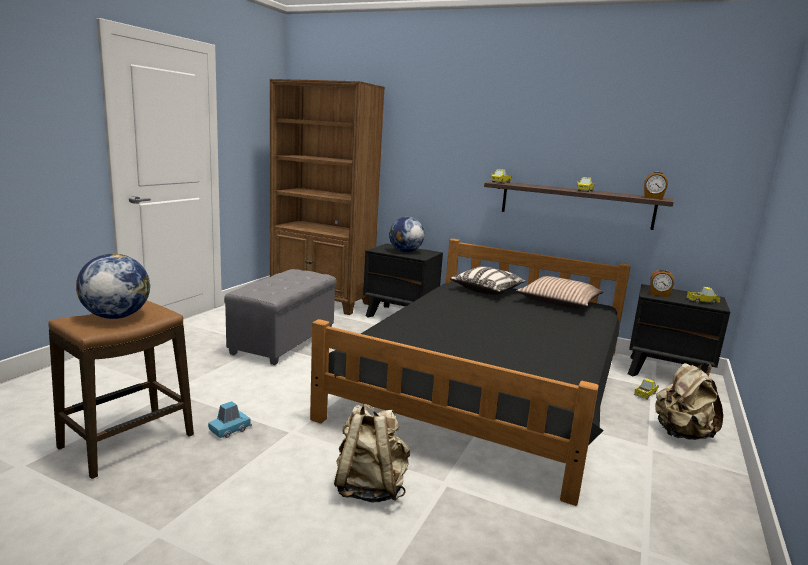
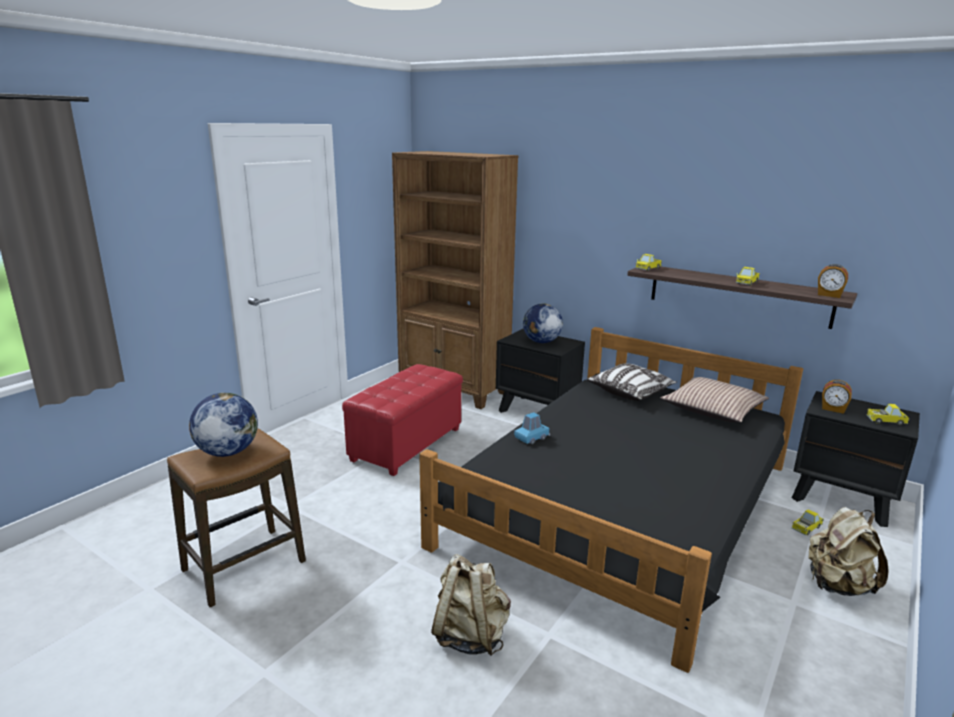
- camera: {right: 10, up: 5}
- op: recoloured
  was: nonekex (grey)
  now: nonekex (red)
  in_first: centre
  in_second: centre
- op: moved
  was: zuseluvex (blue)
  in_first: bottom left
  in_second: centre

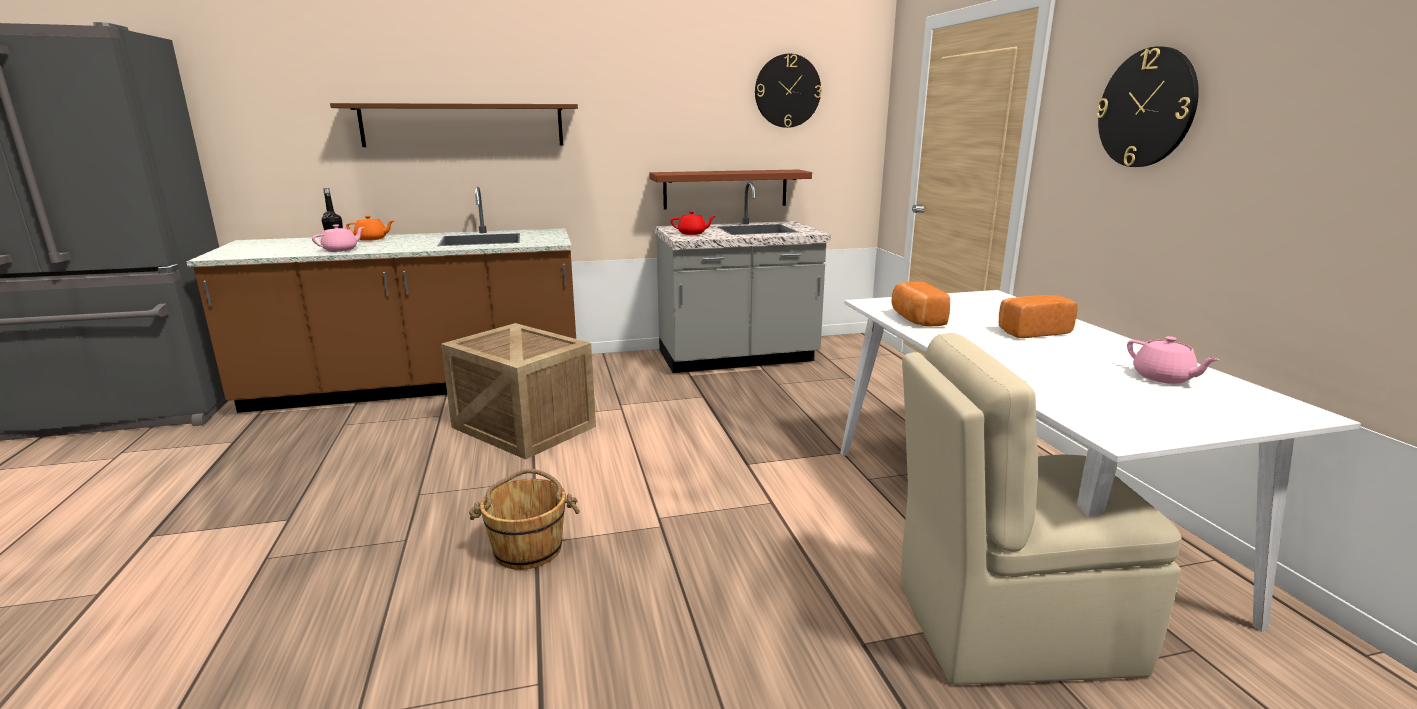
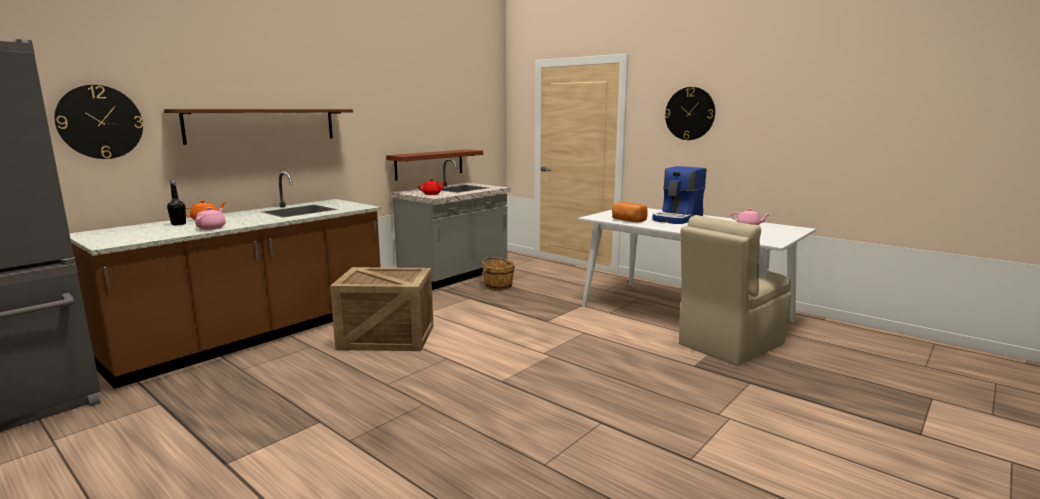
- camera: {right: -35, up: -5}
- op: moved
  was: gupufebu (1st from left)
  in_first: top centre
  in_second: top left
- op: replaced
  was: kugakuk (2nd from left)
  now: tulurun
  in_first: middle right
  in_second: centre
- op: moved
  was: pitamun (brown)
  in_first: bottom centre
  in_second: centre

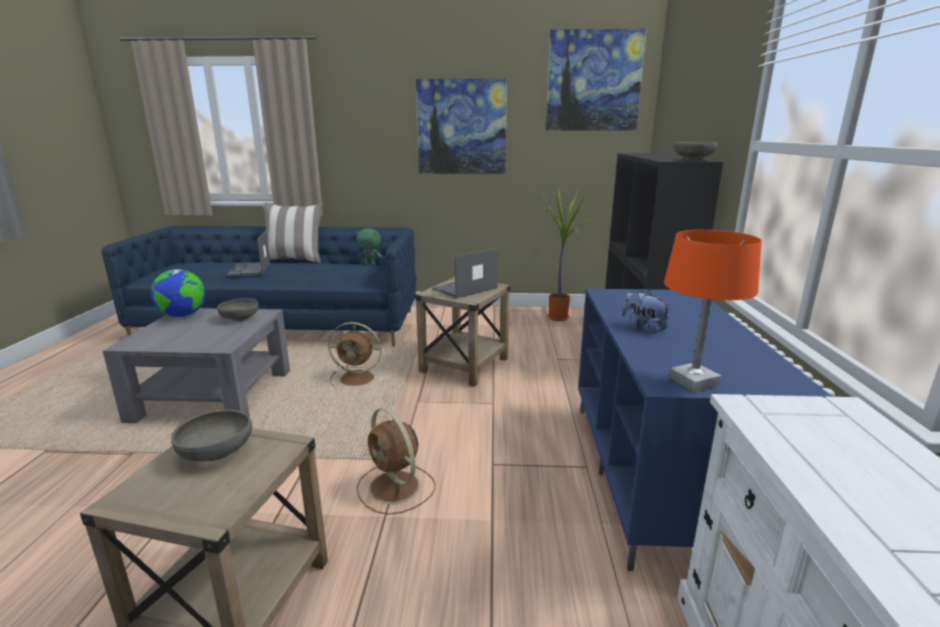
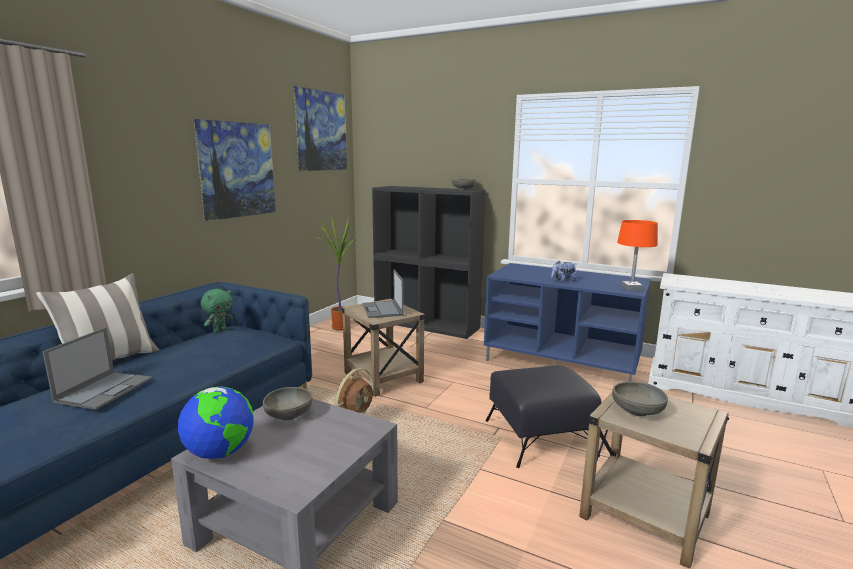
- camera: {right: -65, up: -5}
- op: turned
  was: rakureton (1st from left)
  in_first: middle left
  in_second: middle left
  clockwise: -90
- op: replaced
  was: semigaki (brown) (2nd from left)
  now: nonekex (black)
  in_first: bottom centre
  in_second: bottom centre

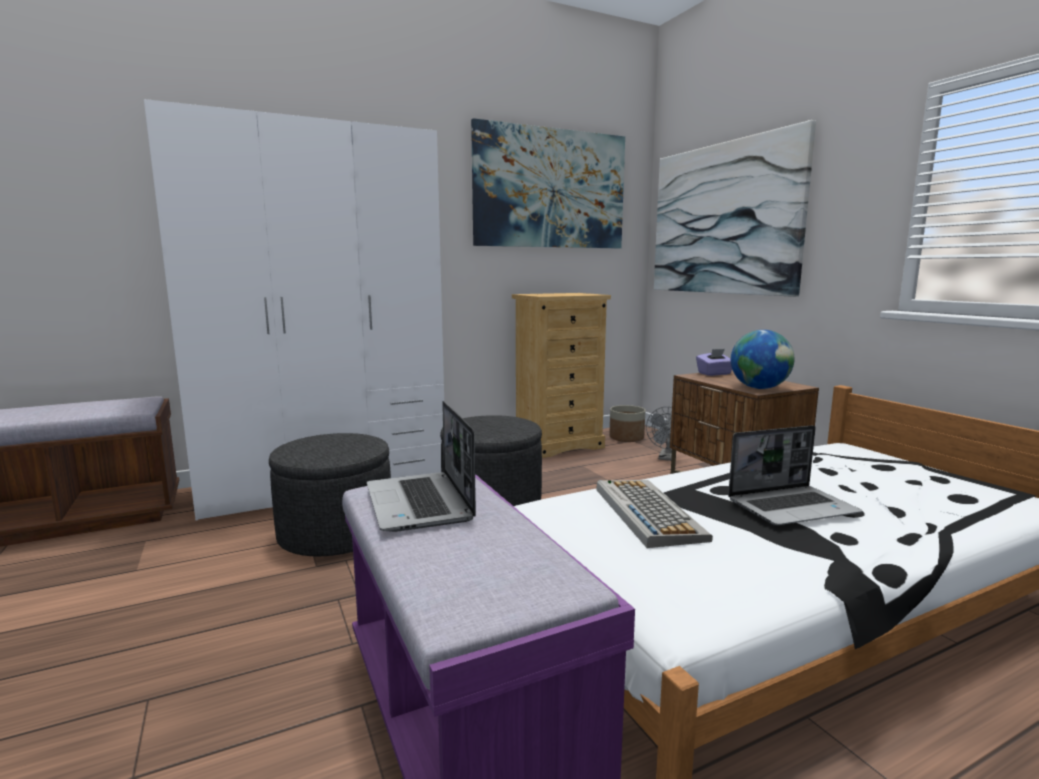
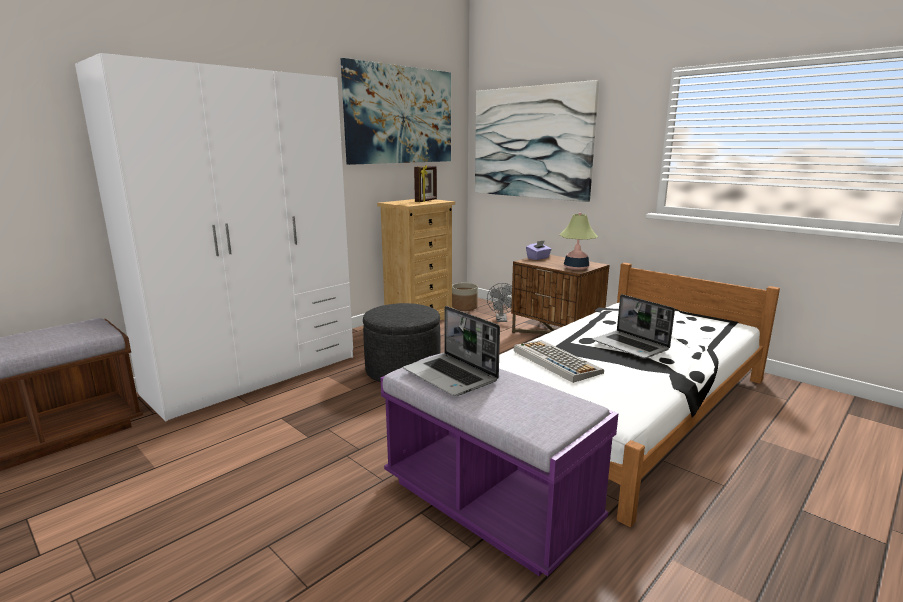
- camera: {right: -20, up: 5}
- op: replaced
  was: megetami
  now: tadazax
  in_first: middle right
  in_second: centre
- op: turned
  was: rakureton (2nd from left)
  in_first: middle right
  in_second: middle right
  clockwise: 90
- op: removed
  was: nonekex (grey) (1st from left)
  in_first: middle left
- op: added
  now: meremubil
  in_second: top centre

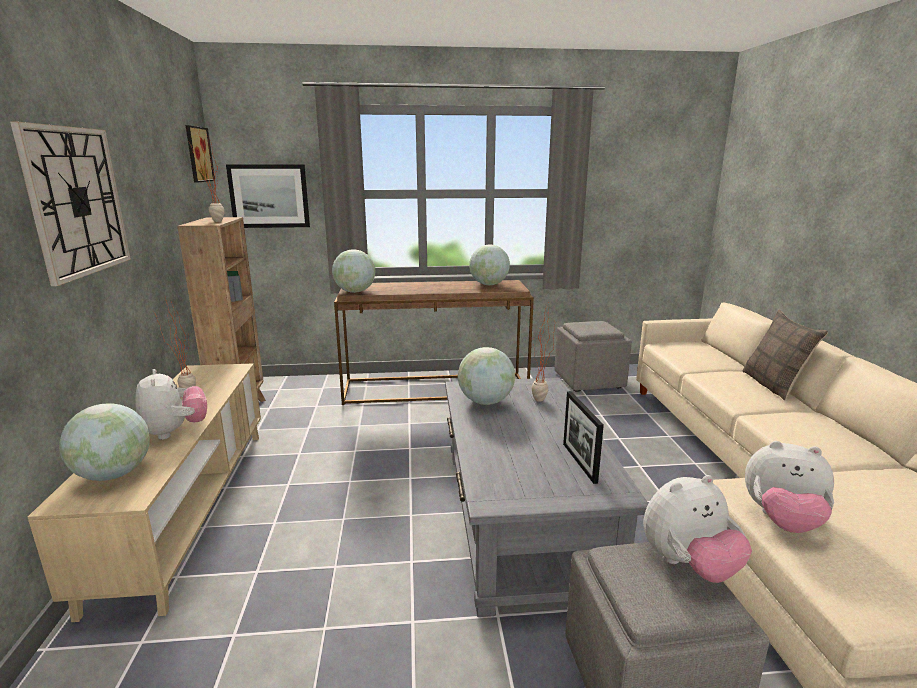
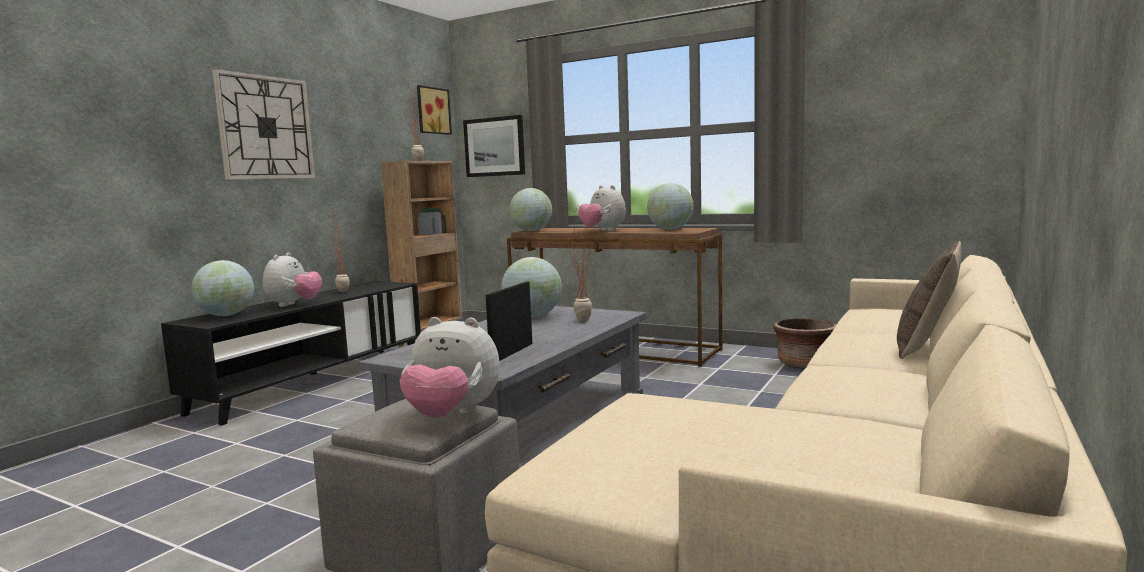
- camera: {right: 35, up: -10}
- op: replaced
  was: nonekex (grey) (1st from left)
  now: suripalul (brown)
  in_first: centre
  in_second: middle right
- op: recoloured
  was: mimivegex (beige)
  now: mimivegex (black)
  in_first: bottom left
  in_second: middle left
- op: moved
  was: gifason (3rd from left)
  in_first: bottom right
  in_second: centre

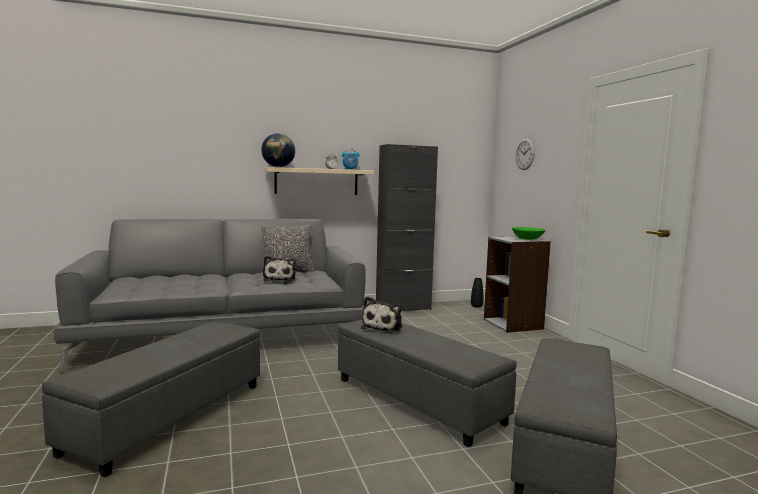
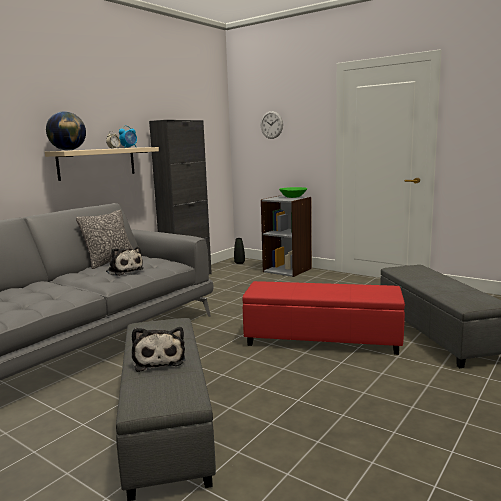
- camera: {right: -35, up: 5}
- op: moved
  was: gifason (2nd from left)
  in_first: centre
  in_second: bottom left
- op: recoloured
  was: nonekex (grey) (2nd from left)
  now: nonekex (red)
  in_first: bottom centre
  in_second: centre

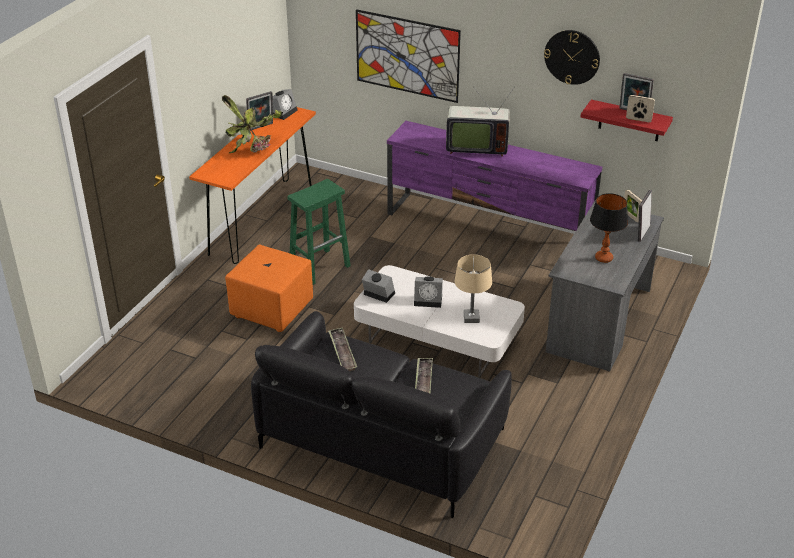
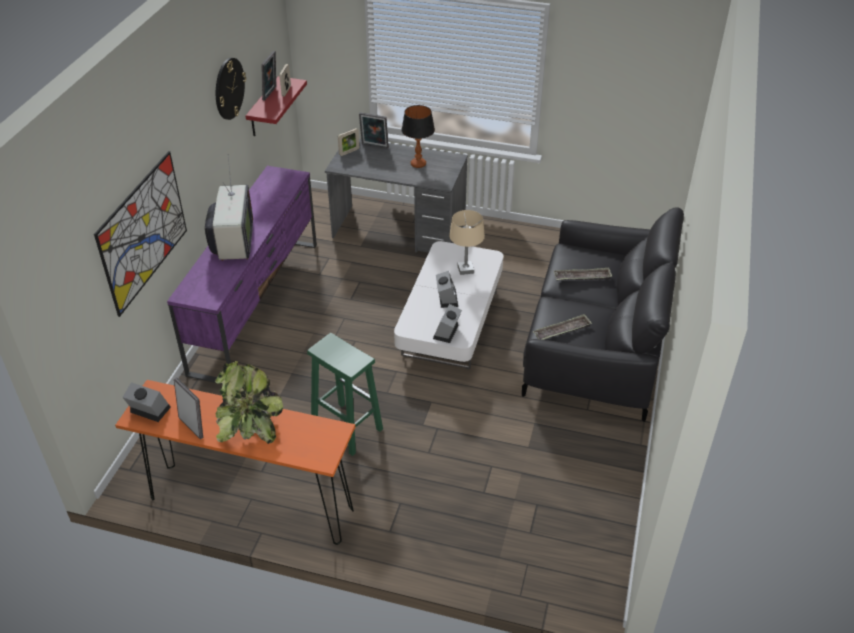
- camera: {right: -100, up: 5}
- op: removed
  was: nonekex (orange)
  in_first: centre

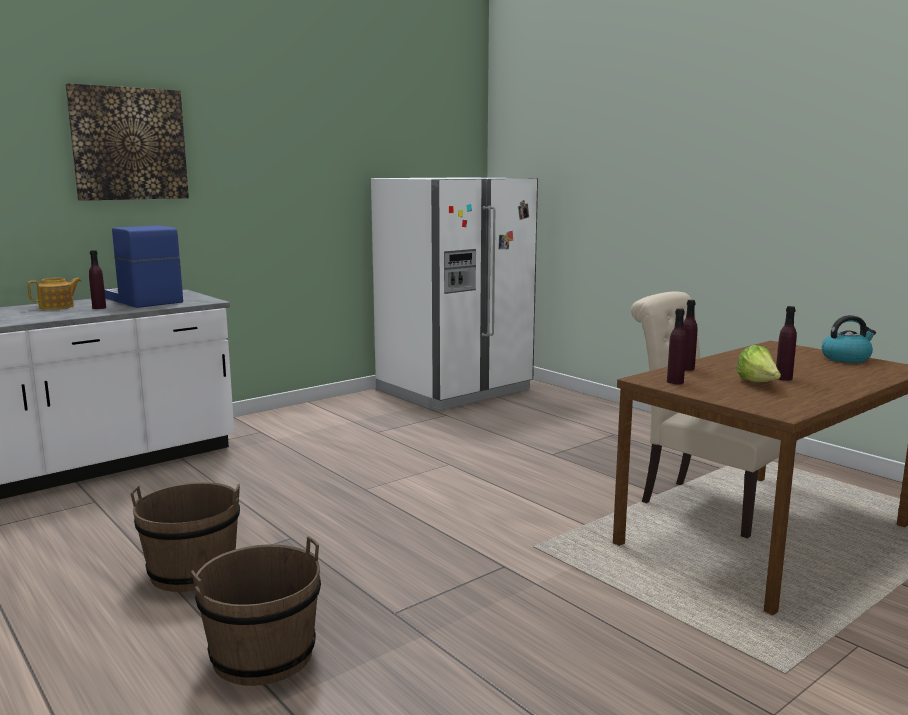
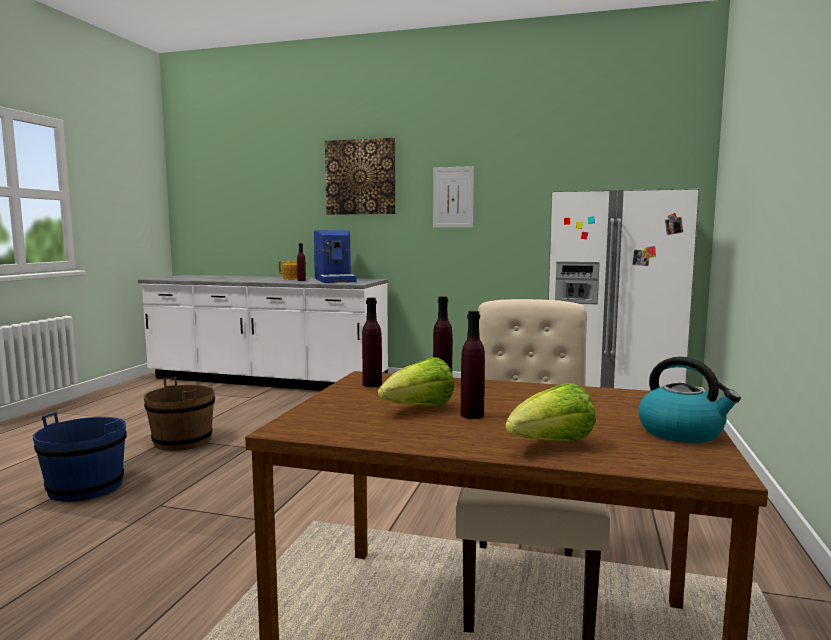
- camera: {right: 55, up: -5}
- op: turned
  was: tulurun
  in_first: middle left
  in_second: centre
  clockwise: 150
- op: recoloured
  was: pitamun (brown) (2nd from left)
  now: pitamun (blue)
  in_first: bottom left
  in_second: bottom left
- op: added
  now: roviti (2nd from left)
  in_second: top centre
- op: added
  now: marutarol (2nd from left)
  in_second: centre

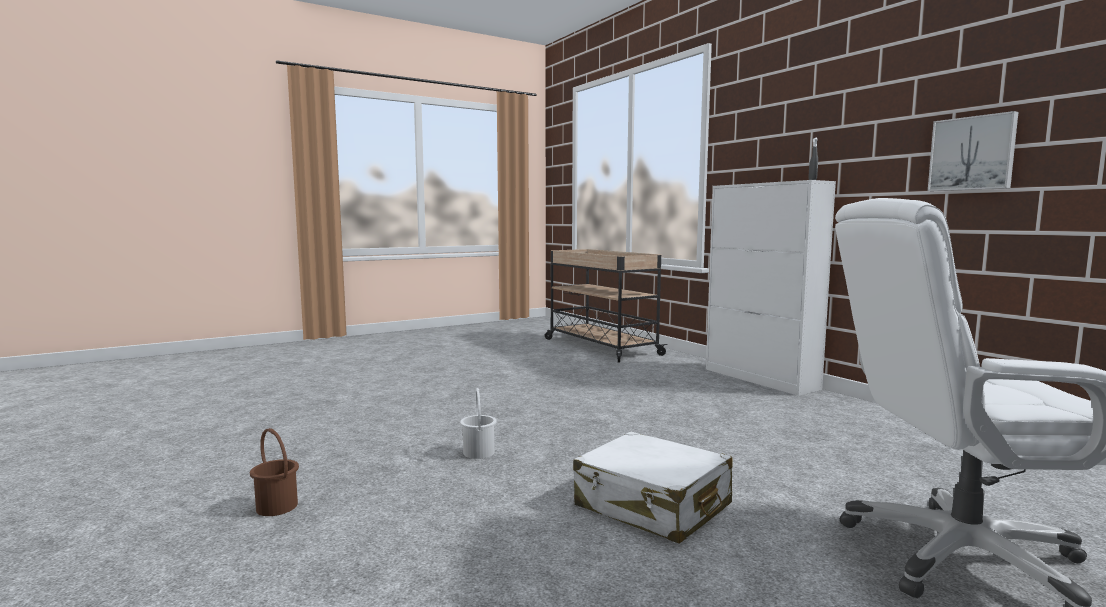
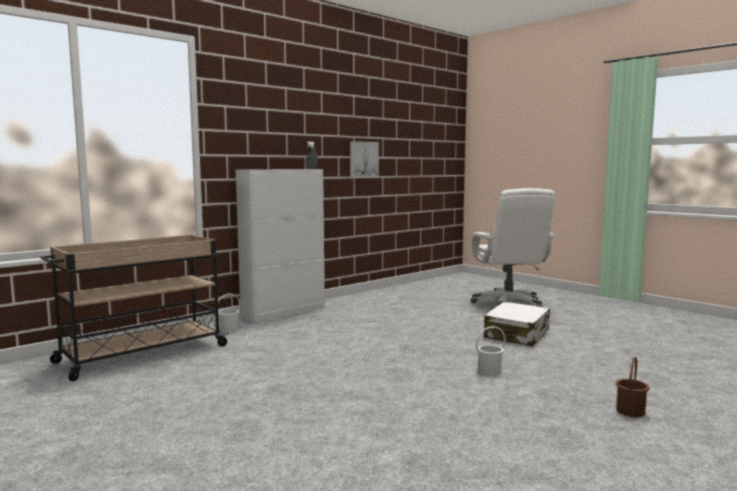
- camera: {right: -100, up: 0}
- op: added
  now: pitamun (white) (1st from left)
  in_second: middle left

